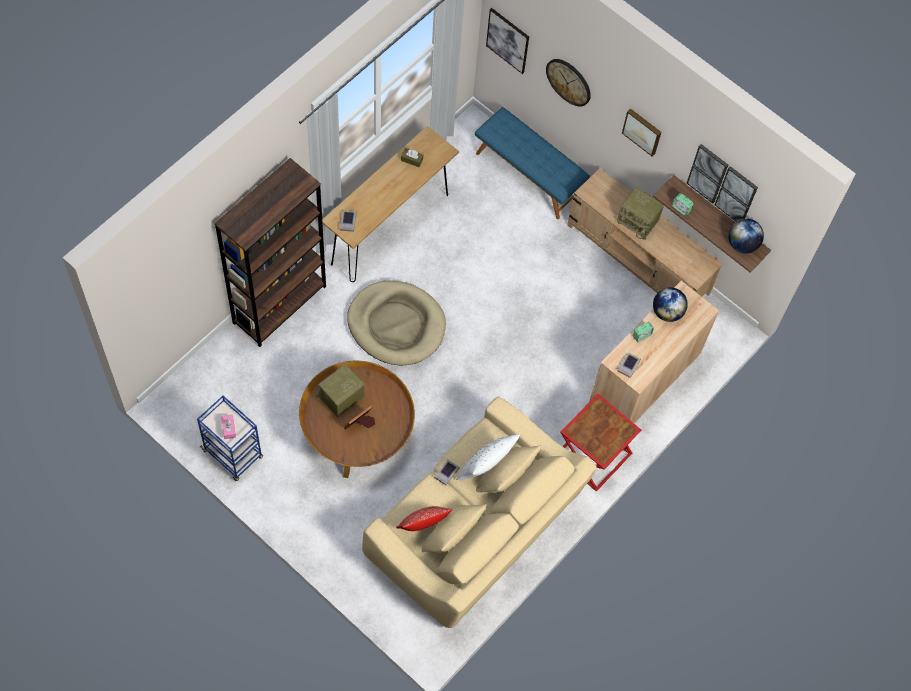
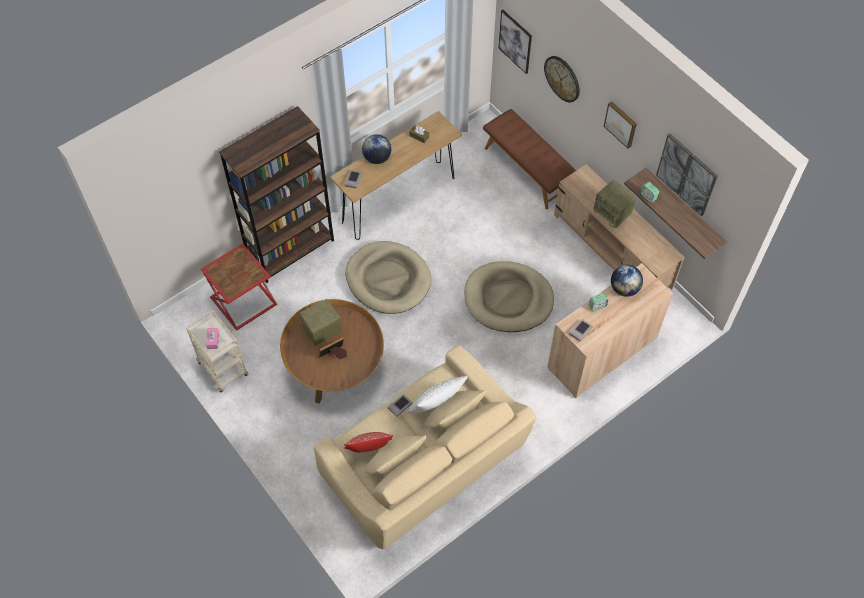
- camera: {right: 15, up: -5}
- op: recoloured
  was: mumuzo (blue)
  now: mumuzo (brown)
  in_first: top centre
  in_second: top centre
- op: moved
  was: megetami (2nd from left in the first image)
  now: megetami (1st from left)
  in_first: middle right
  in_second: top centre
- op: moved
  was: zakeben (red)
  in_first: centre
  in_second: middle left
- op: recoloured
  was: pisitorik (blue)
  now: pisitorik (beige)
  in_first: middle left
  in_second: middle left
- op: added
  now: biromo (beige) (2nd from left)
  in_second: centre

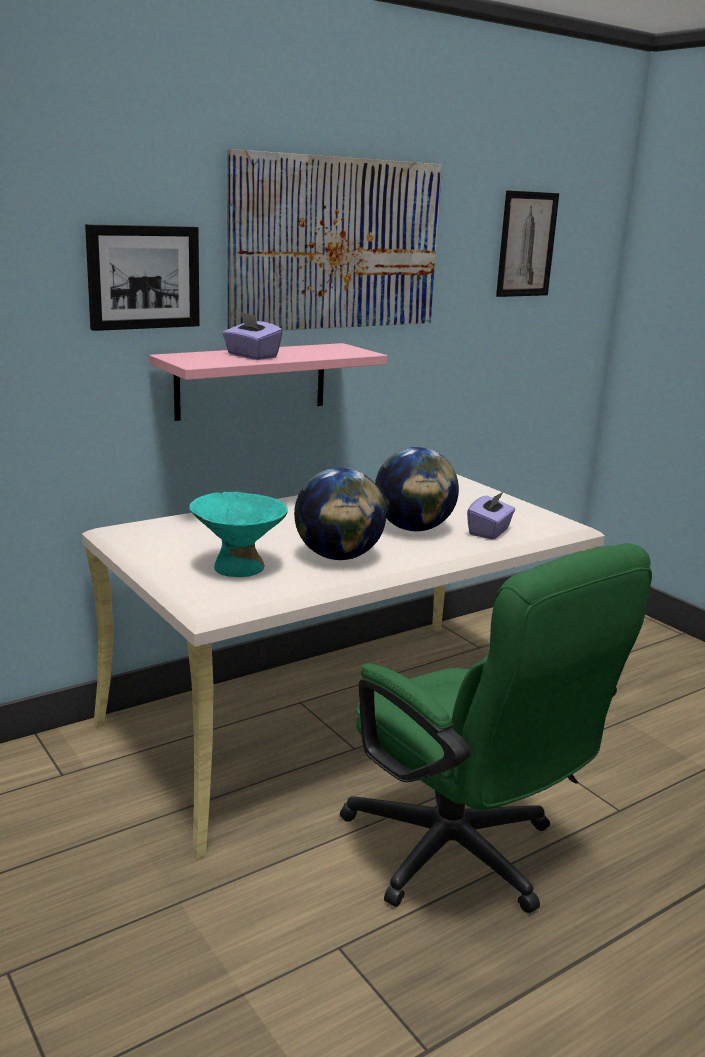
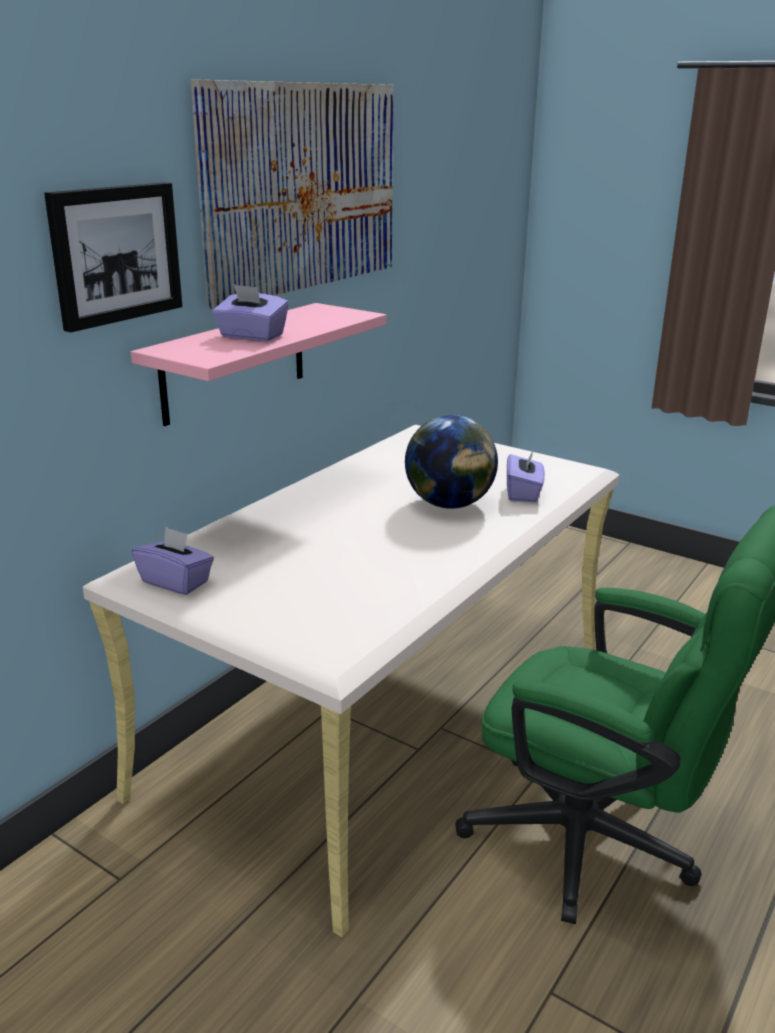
- camera: {right: -20, up: 5}
- op: removed
  was: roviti (3rd from left)
  in_first: top right
- op: removed
  was: megetami (1st from left)
  in_first: centre
- op: removed
  was: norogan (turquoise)
  in_first: centre
- op: added
  now: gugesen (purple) (1st from left)
  in_second: middle left

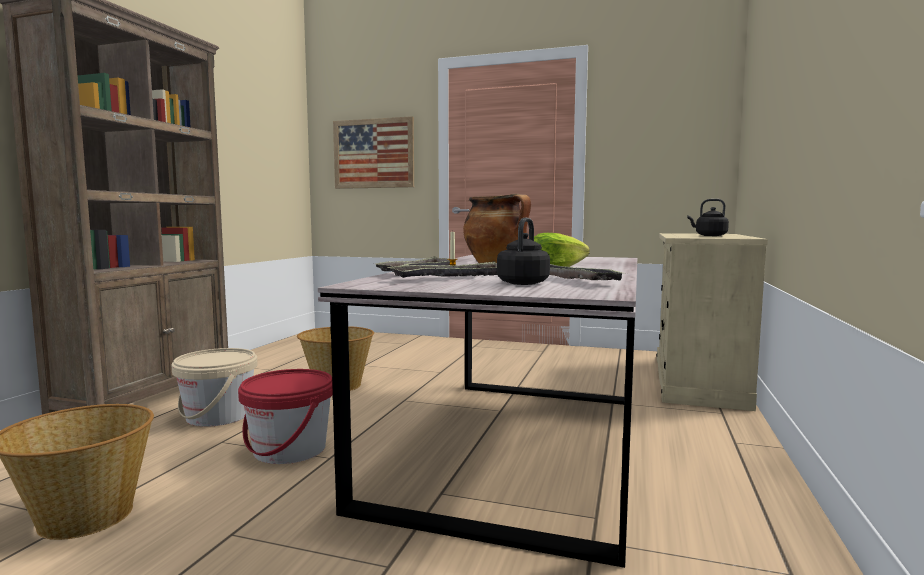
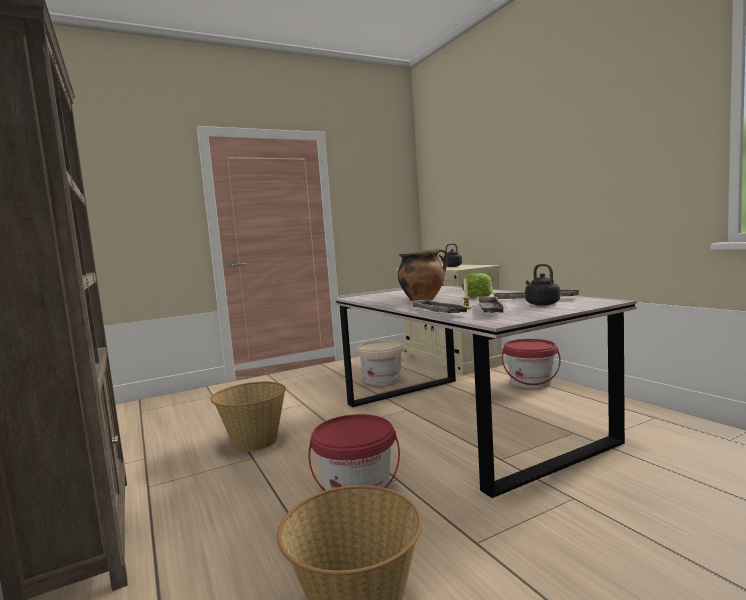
- camera: {right: -45, up: 0}
- op: removed
  was: roviti
  in_first: top centre
- op: moved
  was: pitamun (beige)
  in_first: bottom left
  in_second: centre
- op: added
  now: pitamun (red) (2nd from left)
  in_second: middle right

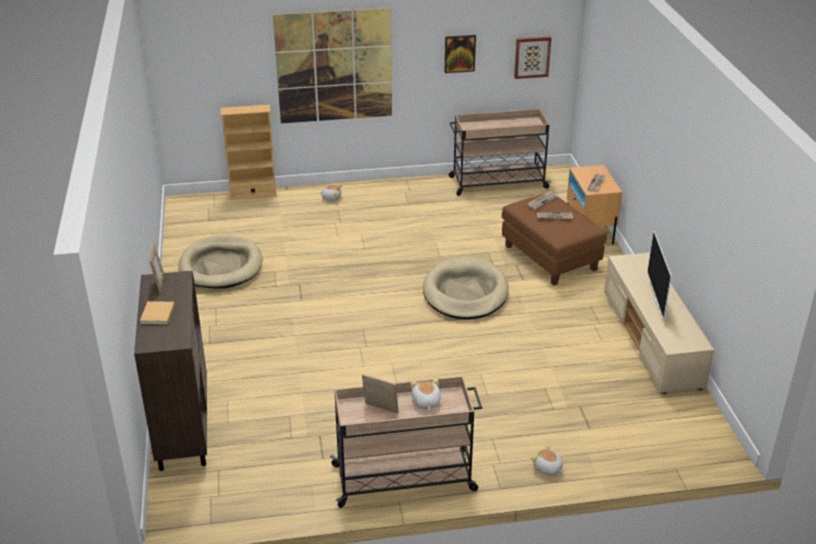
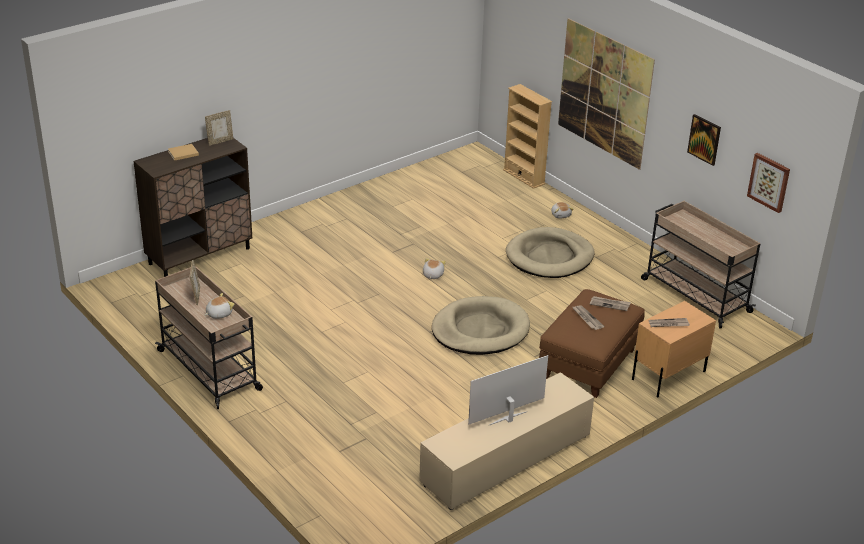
- camera: {right: 60, up: 0}
- op: moved
  was: biromo (beige) (1st from left in the first image)
  now: biromo (beige) (2nd from left)
  in_first: middle left
  in_second: centre
- op: moved
  was: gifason (3rd from left in the first image)
  now: gifason (2nd from left)
  in_first: bottom right
  in_second: centre

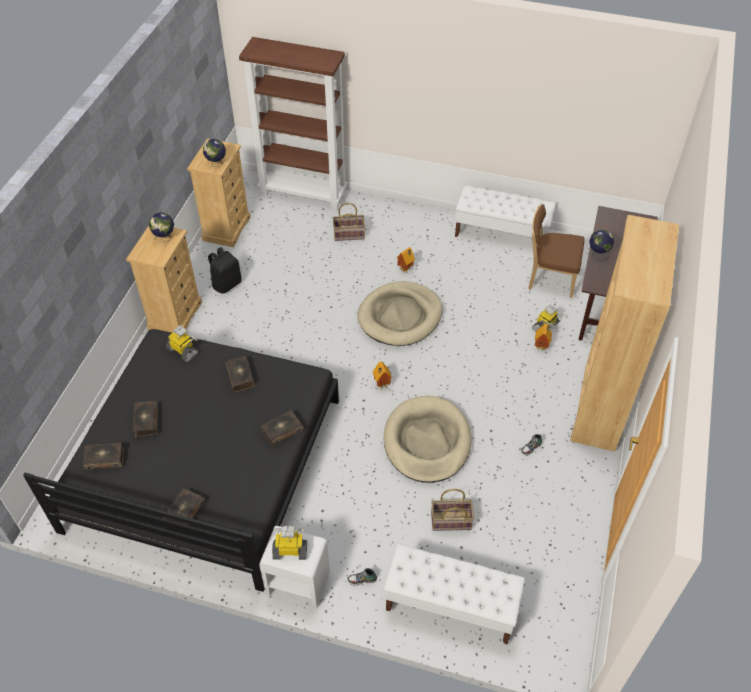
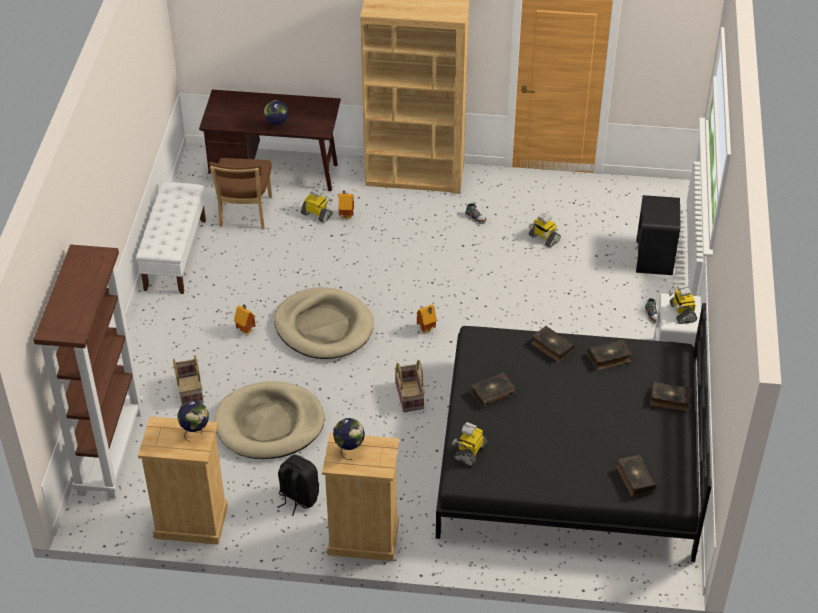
- camera: {right: -100, up: -5}
- op: moved
  was: biromo (beige) (2nd from left in the first image)
  now: biromo (beige) (1st from left)
  in_first: centre
  in_second: bottom left
- op: moved
  was: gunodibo (2nd from left in the first image)
  now: gunodibo (3rd from left)
  in_first: middle left
  in_second: middle right
- op: moved
  was: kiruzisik (2nd from left)
  in_first: bottom centre
  in_second: centre
- op: replaced
  was: mumuzo (white) (1st from left)
  now: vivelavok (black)
  in_first: bottom centre
  in_second: middle right
- op: added
  now: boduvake (3rd from left)
  in_second: centre

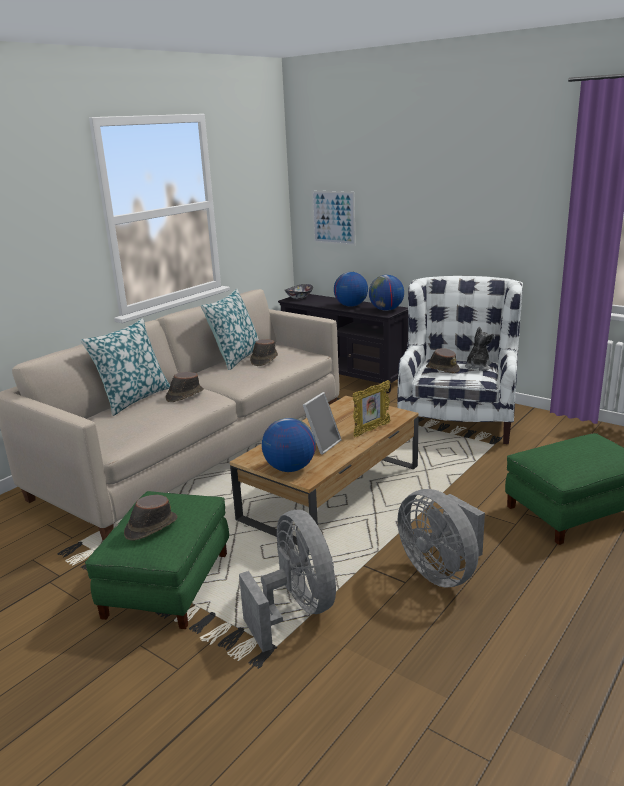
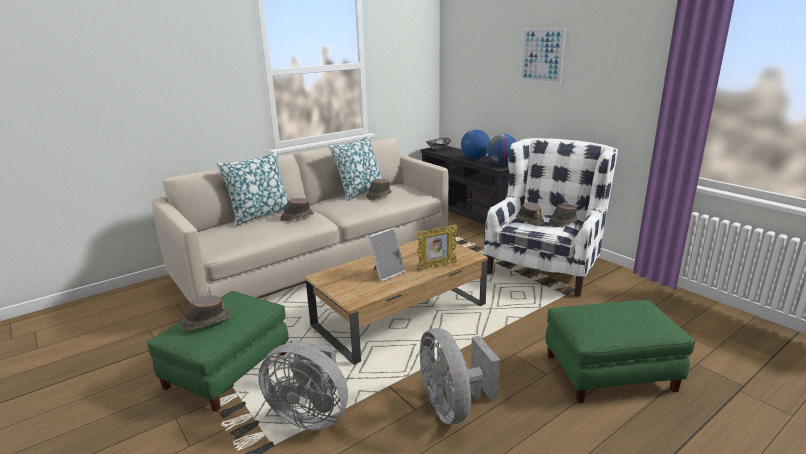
- camera: {right: 15, up: 0}
- op: moved
  was: roviti
  in_first: top centre
  in_second: top right
- op: replaced
  was: gifason
  now: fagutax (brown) (5th from left)
  in_first: middle right
  in_second: middle right
- op: removed
  was: megetami (1st from left)
  in_first: centre
- op: turned
  was: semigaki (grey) (1st from left)
  in_first: bottom centre
  in_second: bottom centre
  clockwise: 120

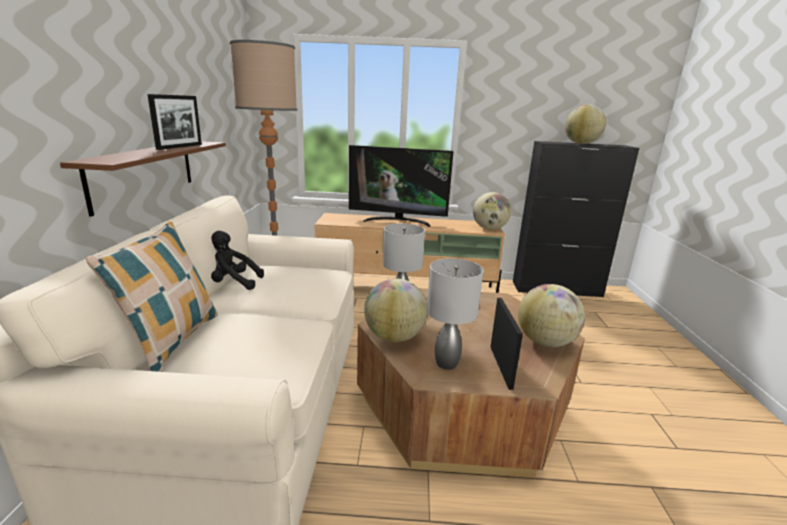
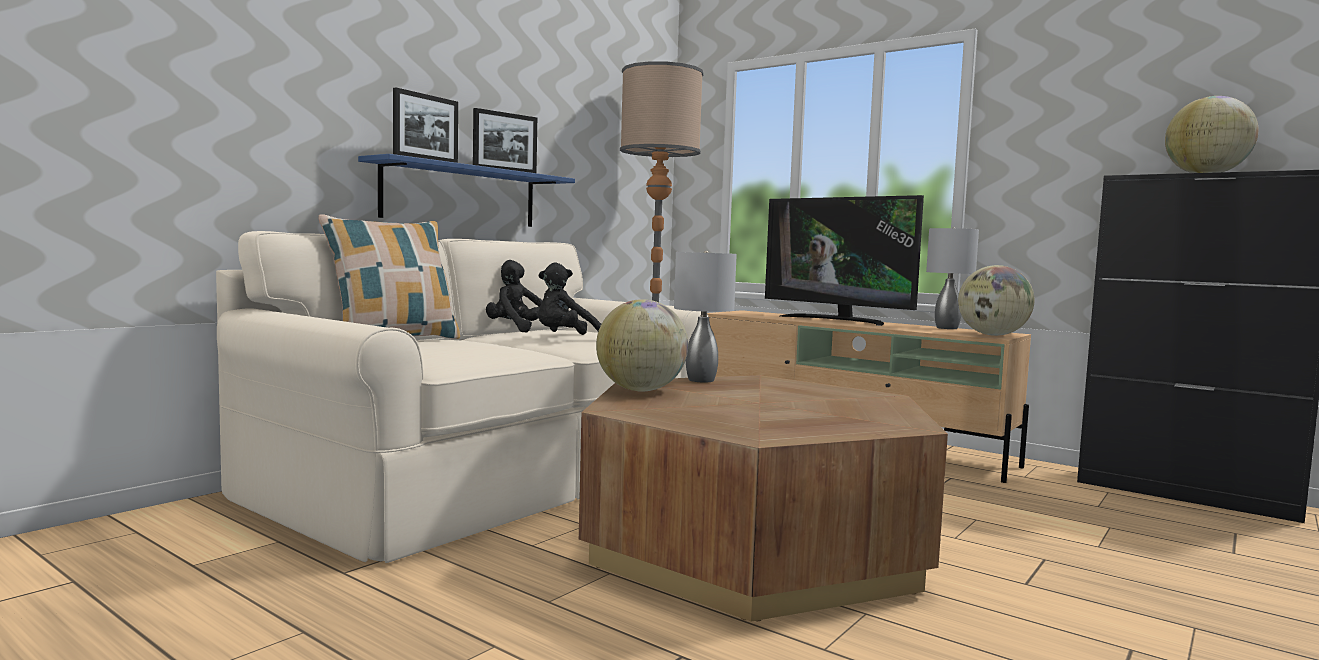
- camera: {right: 35, up: -15}
- op: recoloured
  was: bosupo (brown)
  now: bosupo (blue)
  in_first: middle left
  in_second: top centre
- op: moved
  was: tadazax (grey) (2nd from left)
  in_first: centre
  in_second: middle right
- op: removed
  was: megetami (3rd from left)
  in_first: middle right
- op: moved
  was: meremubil (2nd from left in the first image)
  now: meremubil (1st from left)
  in_first: centre
  in_second: top left
- op: added
  now: gifason (black) (2nd from left)
  in_second: centre

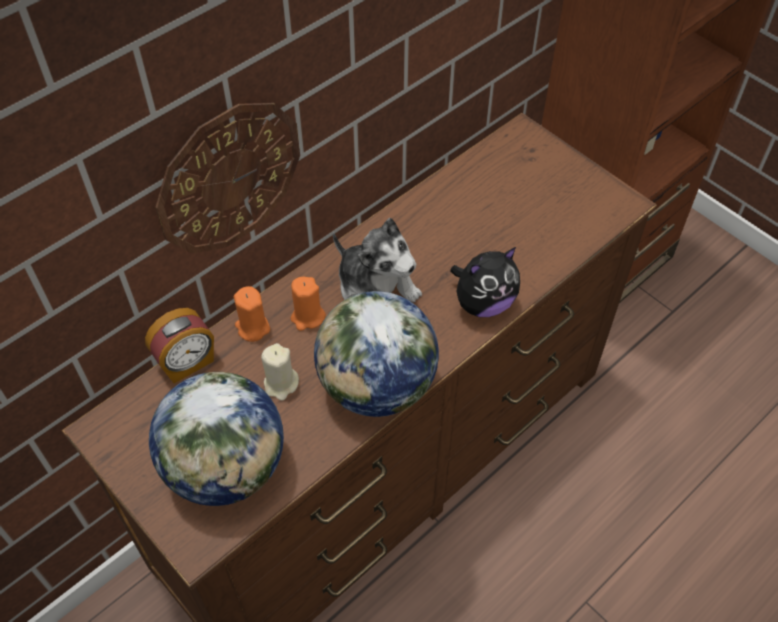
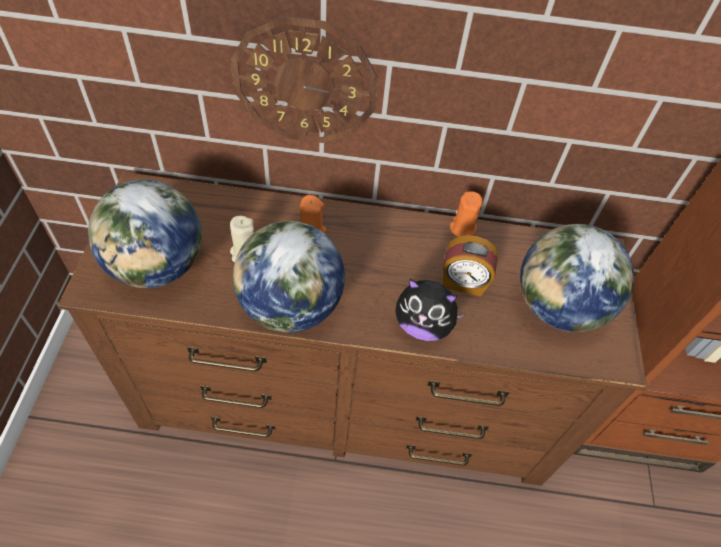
- camera: {right: 45, up: 0}
- op: removed
  was: gifason (1st from left)
  in_first: centre
- op: moved
  was: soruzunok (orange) (1st from left in the first image)
  now: soruzunok (orange) (2nd from left)
  in_first: middle left
  in_second: centre
- op: moved
  was: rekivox
  in_first: middle left
  in_second: centre
- op: added
  now: megetami (3rd from left)
  in_second: middle right

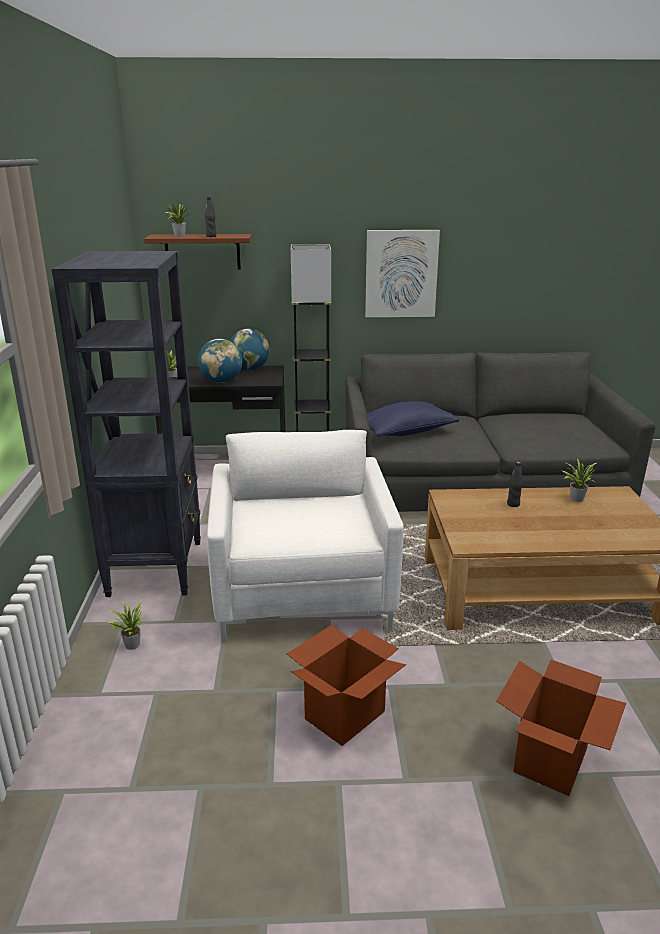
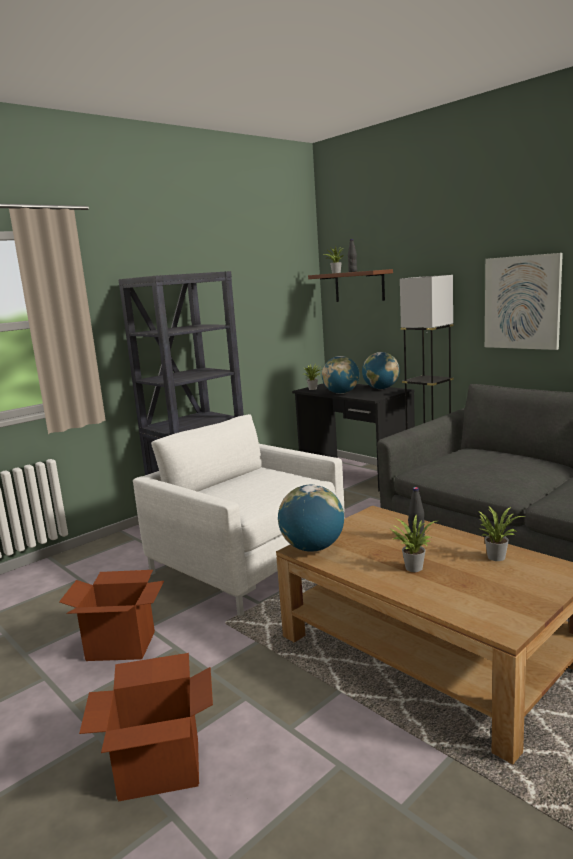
- camera: {right: 50, up: -10}
- op: removed
  was: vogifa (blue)
  in_first: centre
- op: turned
  was: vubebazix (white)
  in_first: centre
  in_second: centre
  clockwise: -90
- op: moved
  was: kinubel (1st from left in the first image)
  now: kinubel (3rd from left)
  in_first: bottom left
  in_second: middle right
- op: added
  now: megetami (1st from left)
  in_second: centre

